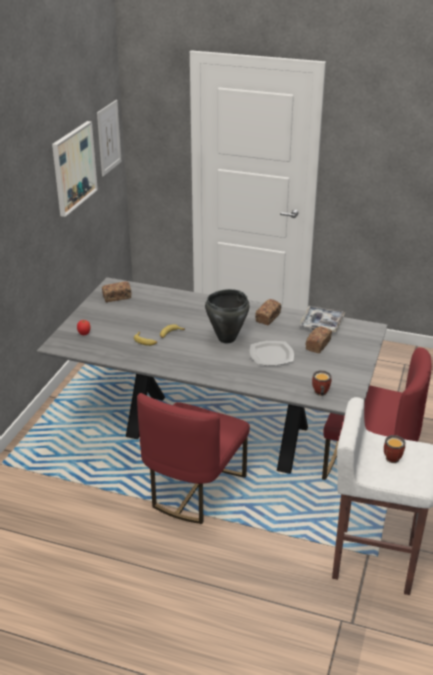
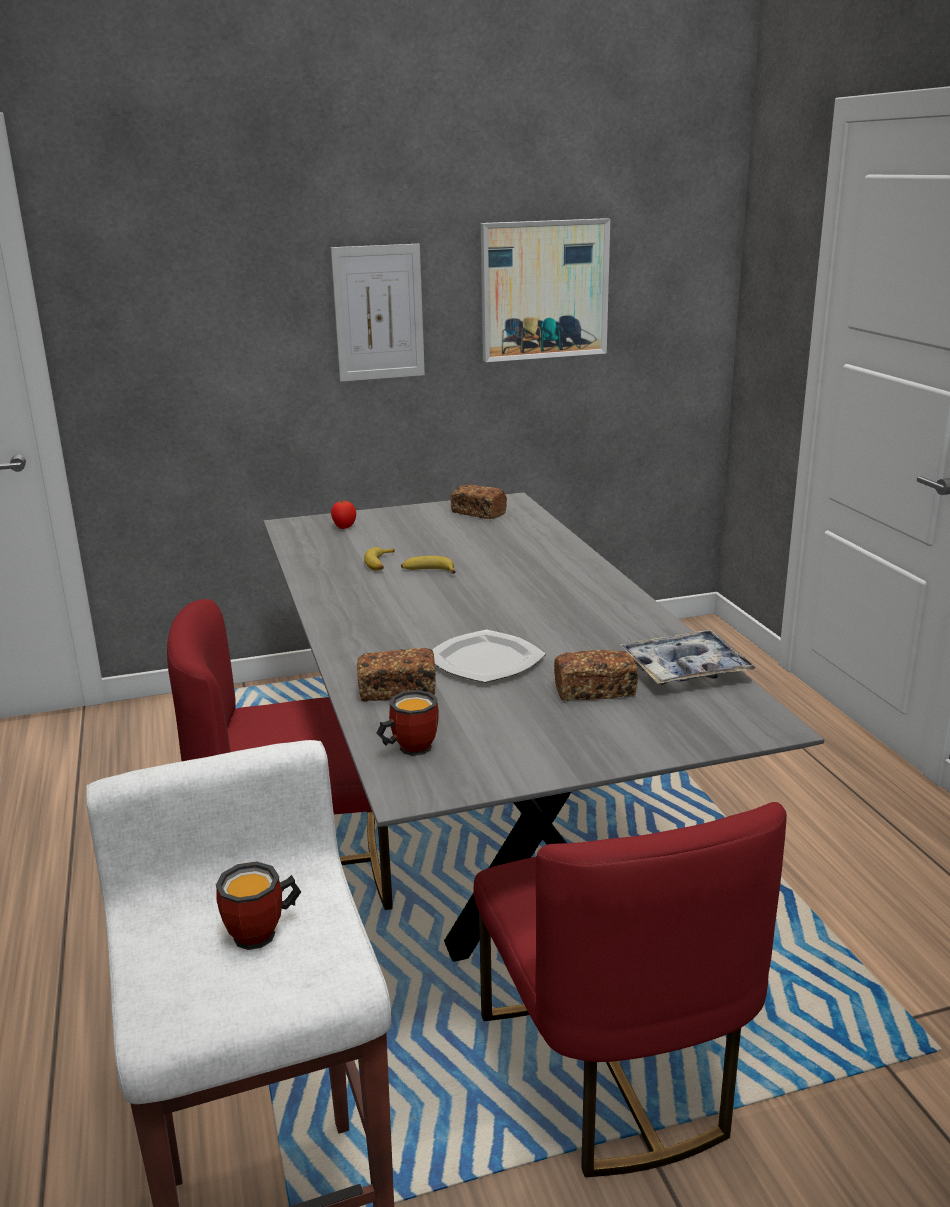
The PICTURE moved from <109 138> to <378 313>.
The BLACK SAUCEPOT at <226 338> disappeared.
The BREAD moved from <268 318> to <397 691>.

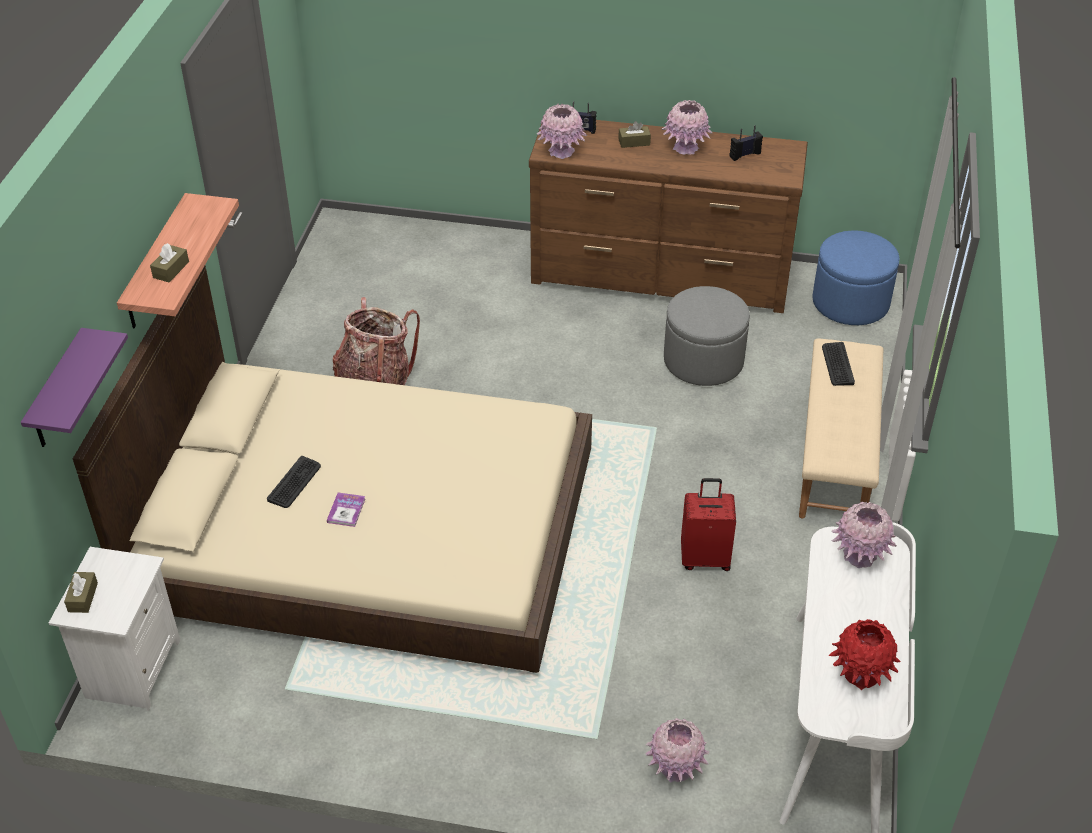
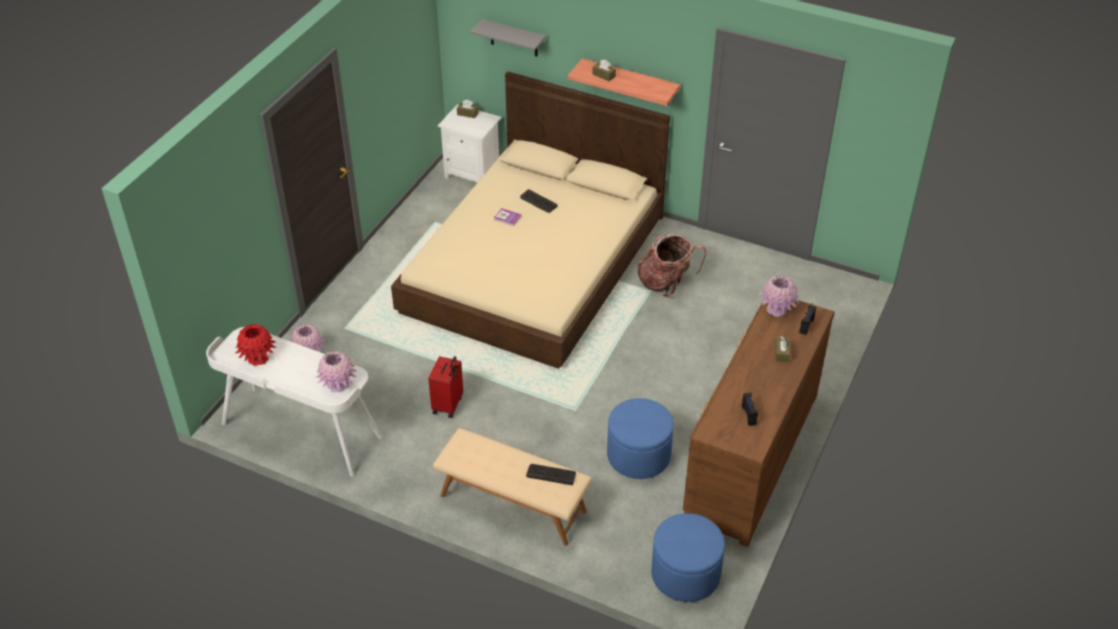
The PINKISH DECORATIVE VASE at <685 148> disappeared.
The GRAY FOOTREST at <703 361> became the BLUE-COLOURED FOOTREST at <638 455>.
The PURPLE BRACKET SHELF at <57 392> became the GRAY BRACKET SHELF at <514 38>.

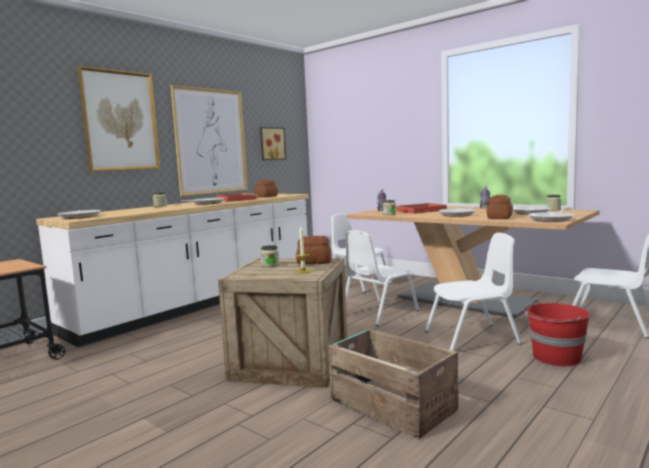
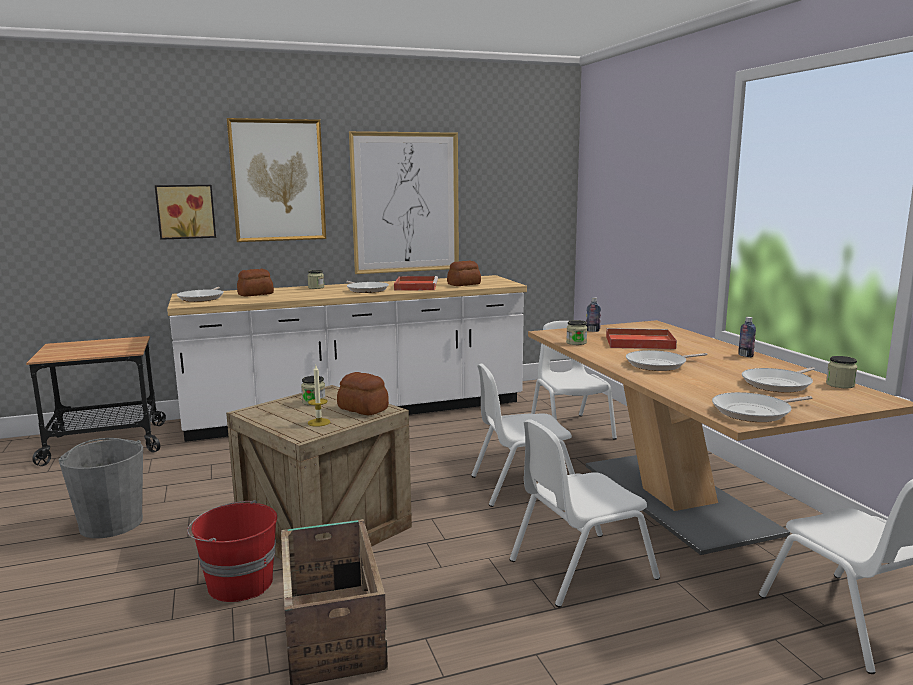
The PICTURE moved from <271 143> to <186 211>.
The BREAD moved from <499 217> to <255 294>.
The WHITE CHAIR at <472 338> turned 135 degrees clockwise.
The REDDISH WATER BUCKET moved from <556 357> to <239 583>.
The GRAY WATER BUCKET at <111 523> appeared.

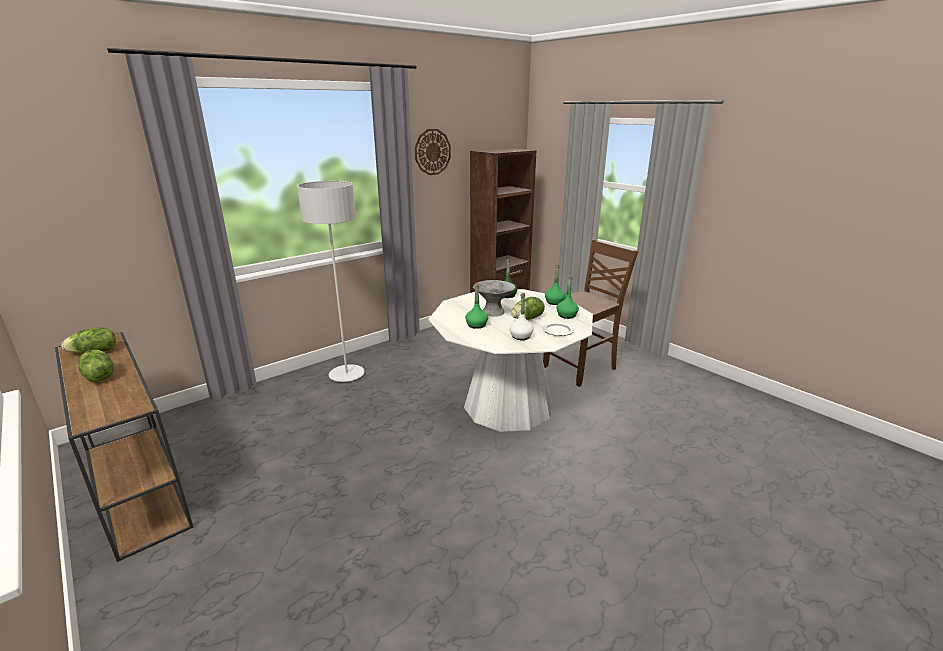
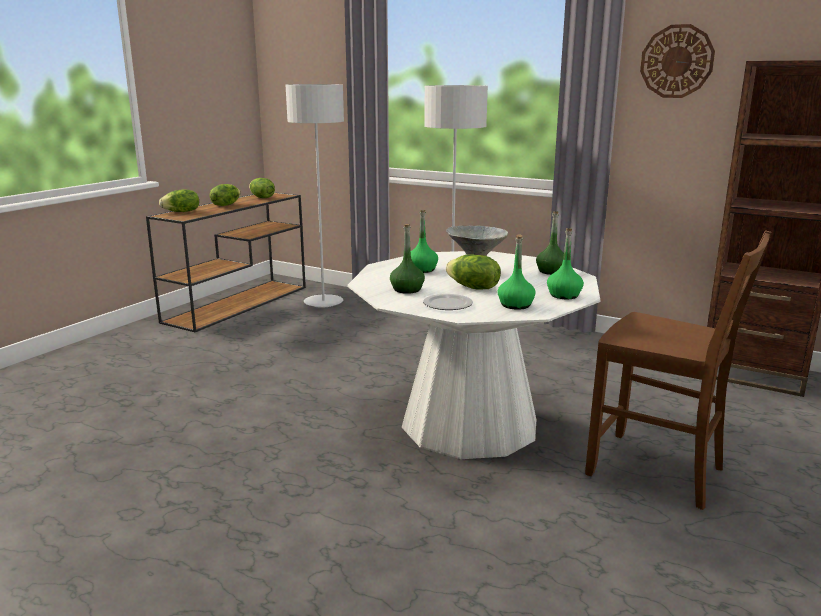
The WHITE BOTTLE at <521 336> became the GREEN BOTTLE at <407 290>.
The GRAY STANDARD LAMP at <323 303> appeared.
The HEAD OF LETTUCE at <182 212> appeared.

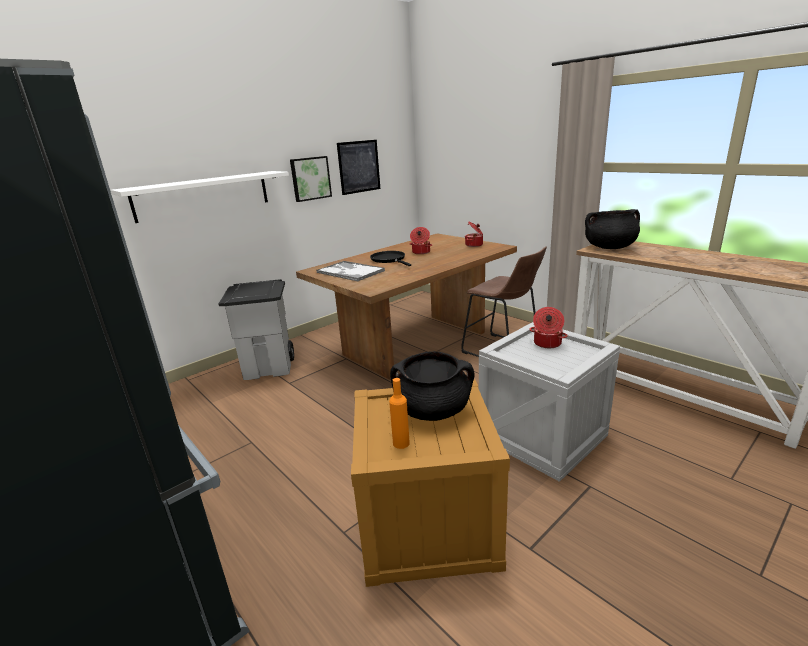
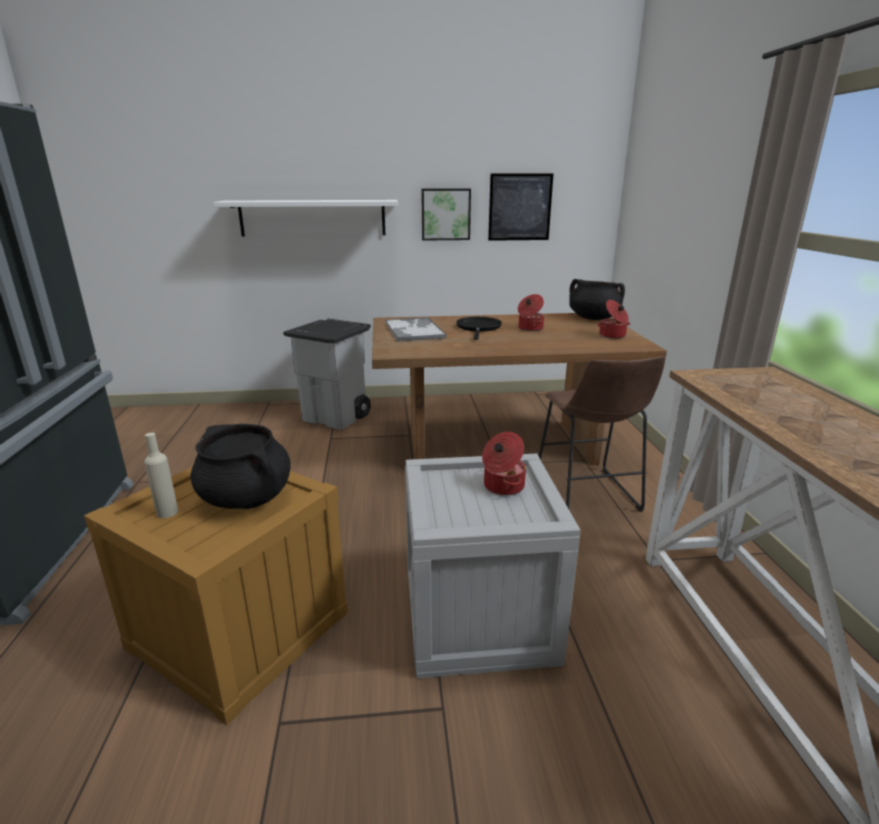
The BLACK SAUCEPOT moved from <609 247> to <593 318>.
The ORANGEY BOTTLE at <401 443> became the BEIGE-COLOURED BOTTLE at <167 512>.

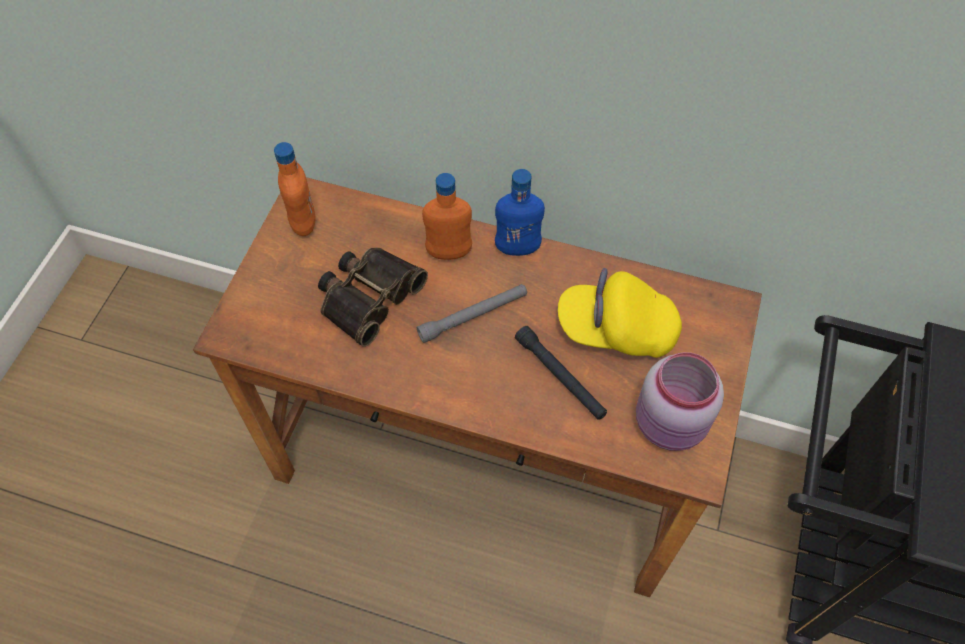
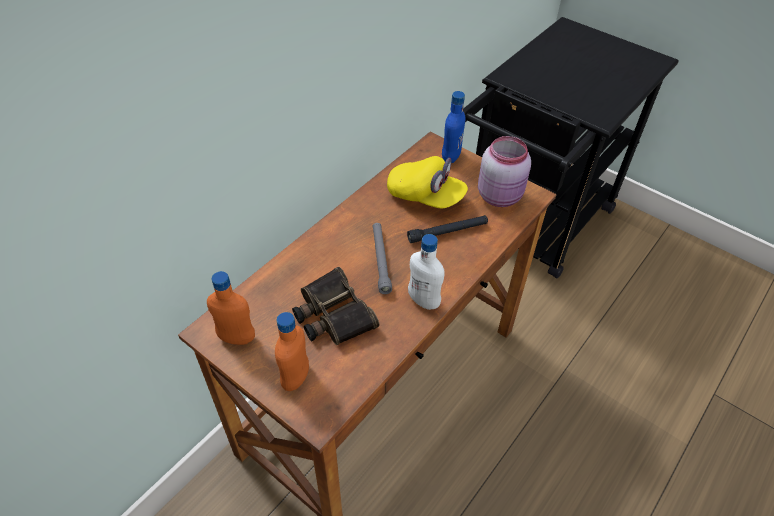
The BLUE-COLOURED BOTTLE moved from <517 248> to <450 157>.
The ORANGEY BOTTLE moved from <449 252> to <295 377>.
The YELLOW BASEBALL CAP at <616 329> turned 90 degrees counterclockwise.
The WHITE BOTTLE at <423 300> appeared.

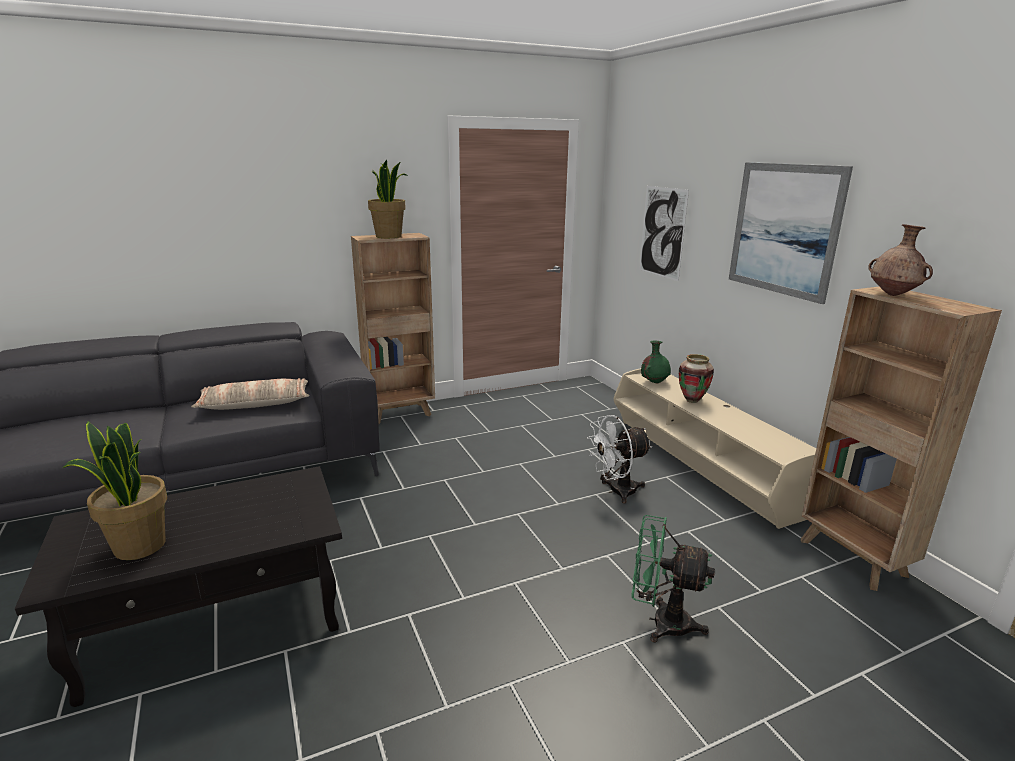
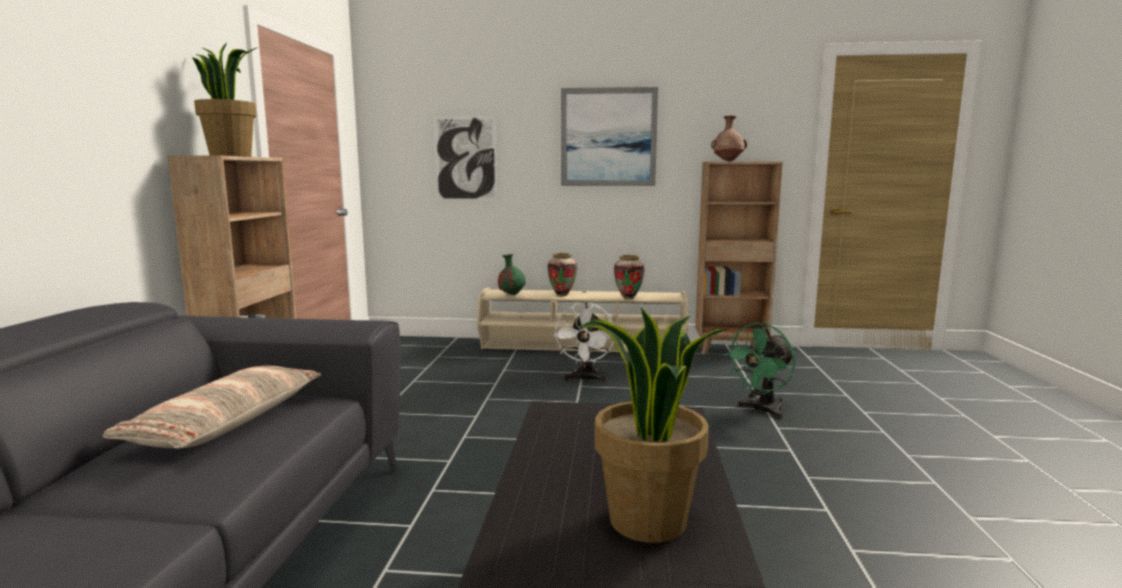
The DECORATIVE VASE at <628 298> appeared.

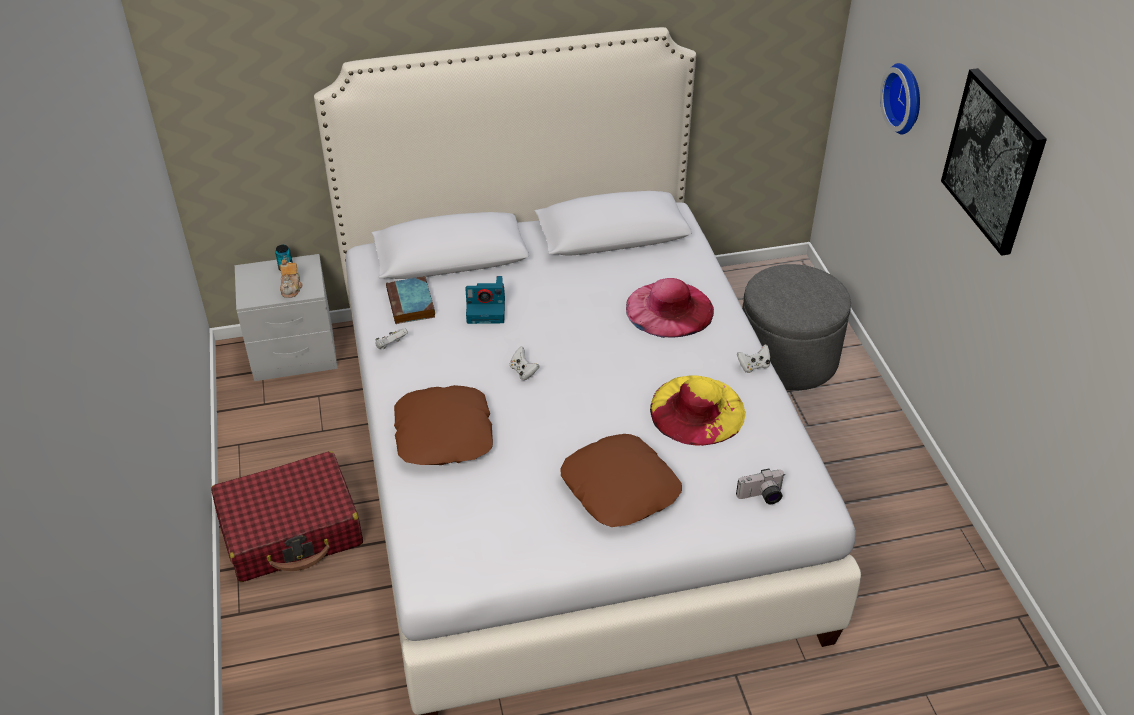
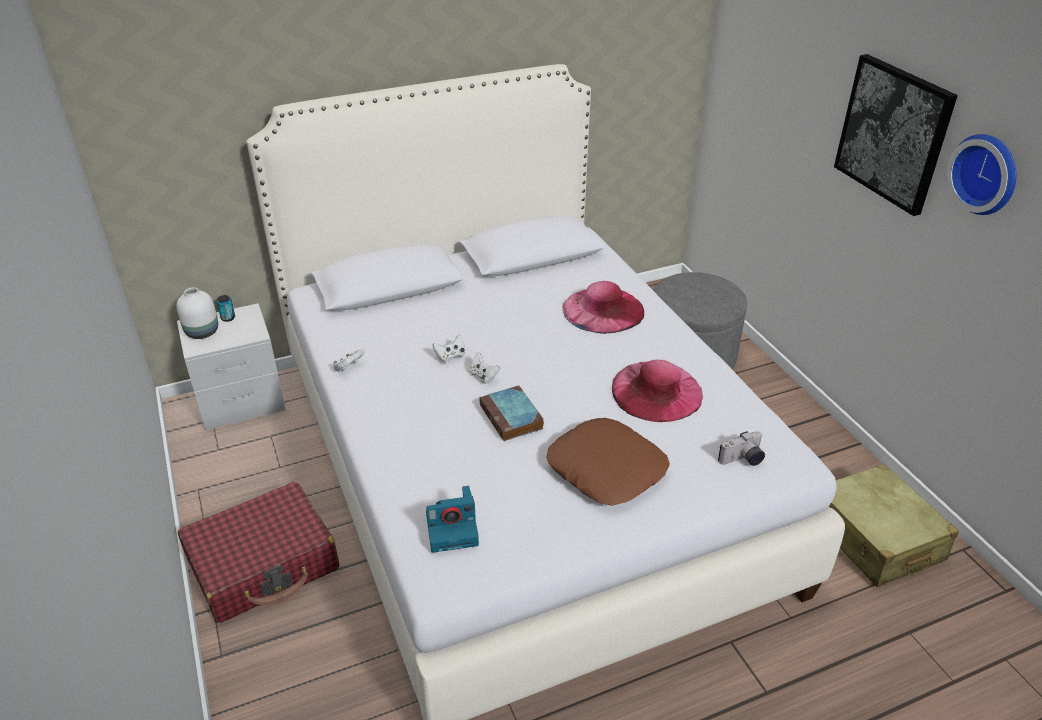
The WALL CLOCK moved from <906 98> to <986 173>.
The TEAPOT at <291 288> disappeared.
The BOOK moved from <411 305> to <512 418>.
The PHOTO CAMERA moved from <487 309> to <453 529>.
The WHITE JOYPAD moved from <753 366> to <450 356>.
The YELLOW CLOTHING HAT at <697 410> became the PINKISH CLOTHING HAT at <656 391>.
The BROWN CUSHION at <444 434> disappeared.
The WHITE DECORATIVE VASE at <202 332> appeared.
The BEIGE-COLOURED SUITCASE at <875 538> appeared.

